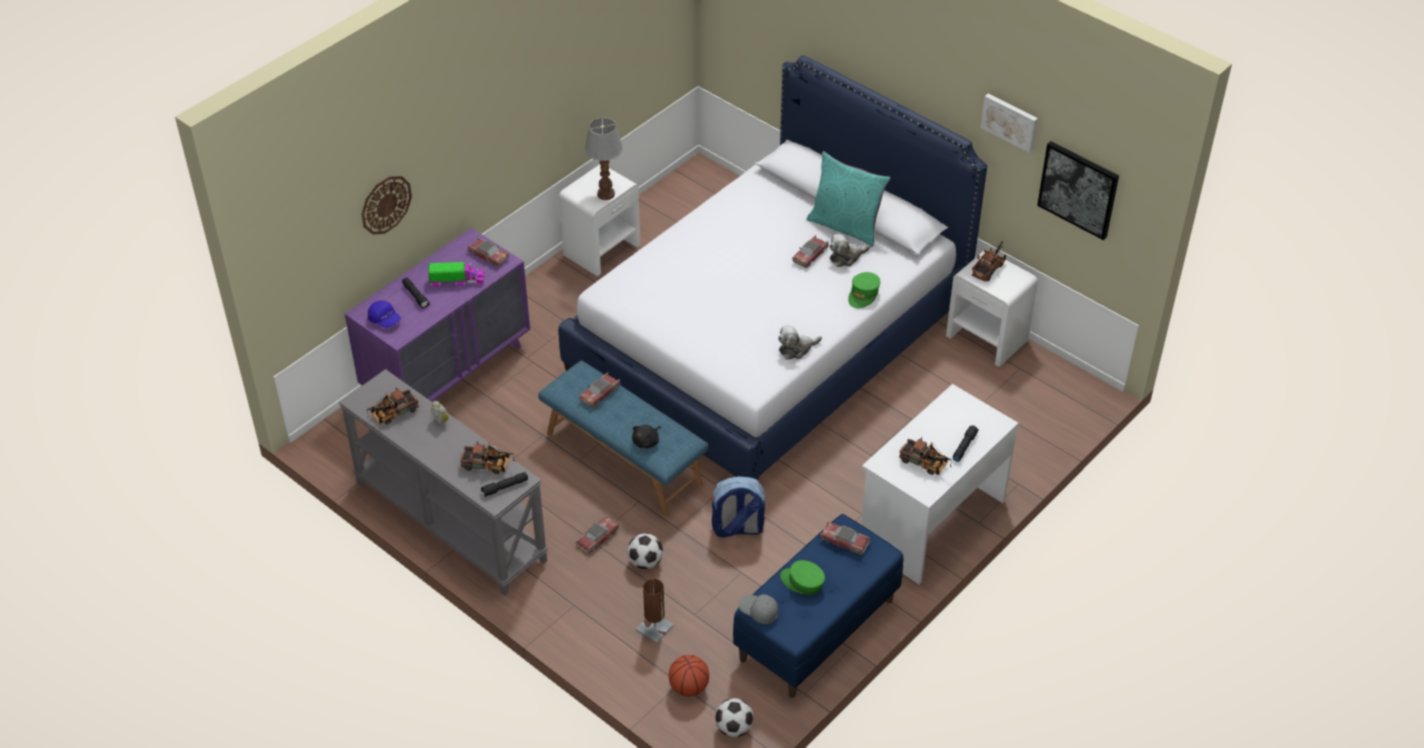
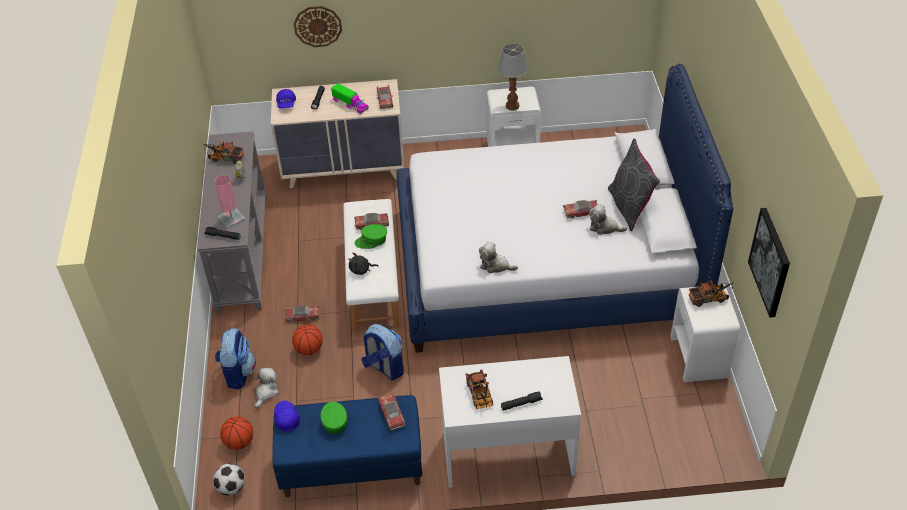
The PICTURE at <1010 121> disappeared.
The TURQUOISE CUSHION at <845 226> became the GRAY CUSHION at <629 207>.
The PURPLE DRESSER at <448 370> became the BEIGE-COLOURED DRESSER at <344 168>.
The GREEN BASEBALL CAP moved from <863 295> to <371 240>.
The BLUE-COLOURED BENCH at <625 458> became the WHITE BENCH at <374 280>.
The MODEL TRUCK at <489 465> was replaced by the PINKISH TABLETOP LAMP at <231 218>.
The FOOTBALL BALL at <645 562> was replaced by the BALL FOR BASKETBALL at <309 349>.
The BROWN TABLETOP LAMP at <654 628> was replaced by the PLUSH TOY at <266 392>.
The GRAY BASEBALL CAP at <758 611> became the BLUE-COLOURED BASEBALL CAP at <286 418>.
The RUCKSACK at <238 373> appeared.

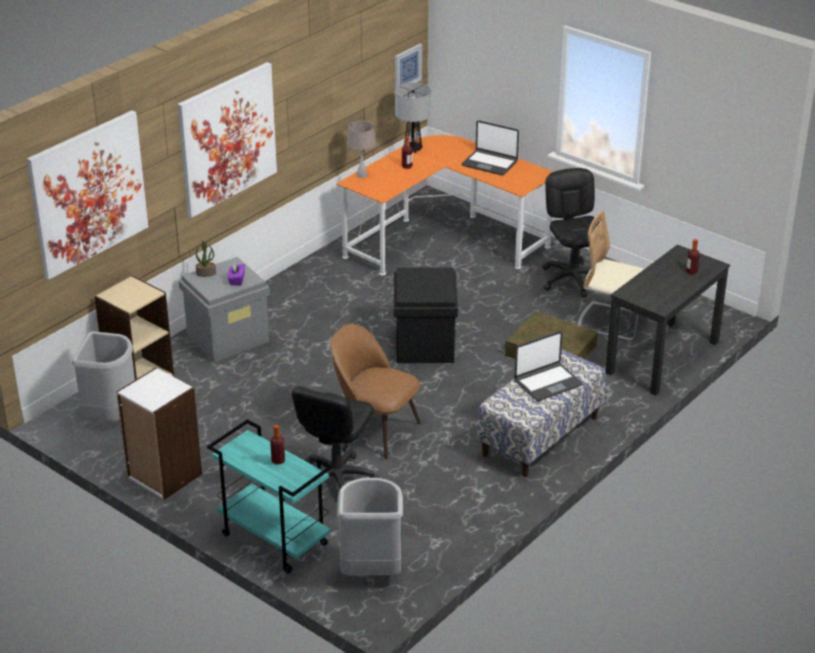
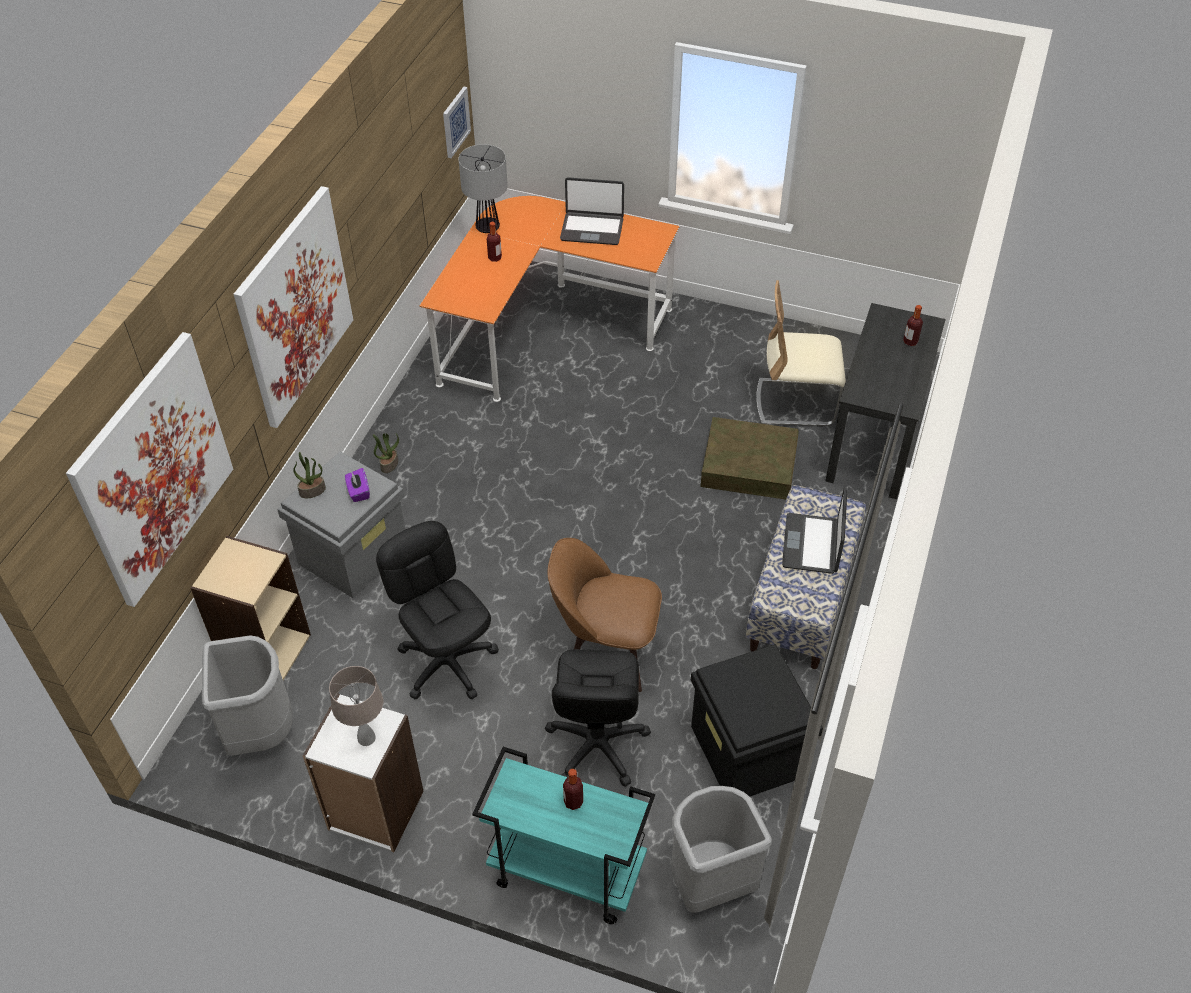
The BEIGE-COLOURED TABLETOP LAMP moved from <362 175> to <367 738>.
The BLACK DESK CHAIR moved from <572 279> to <447 662>.
The BLACK STORAGE BOX moved from <425 345> to <748 752>.
The PORTABLE COMPUTER at <547 382> turned 150 degrees clockwise.
The POTTED PLANT at <389 464> appeared.

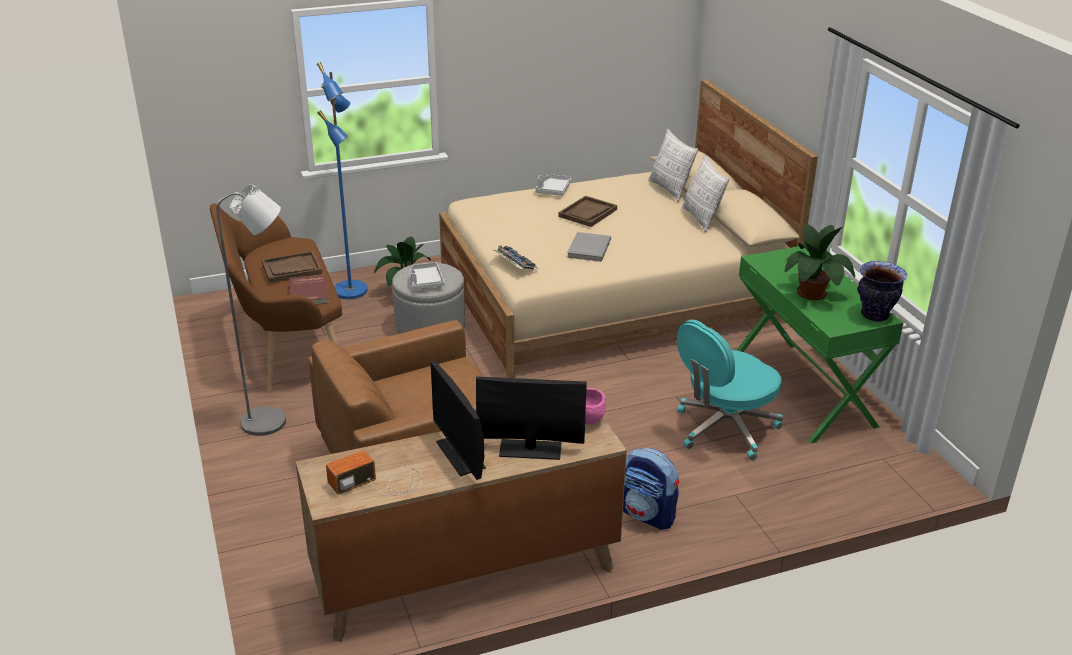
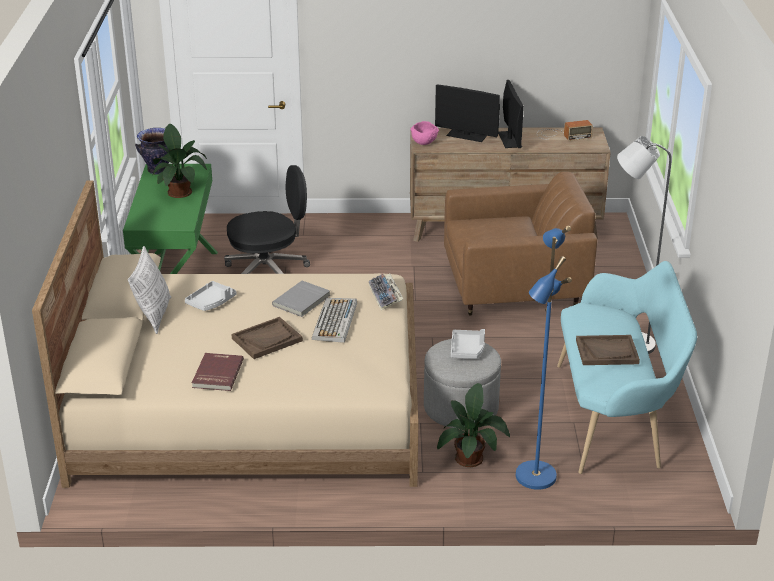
The CUSHION at <670 190> disappeared.
The GRAY CARRYING TRAY moved from <553 190> to <211 302>.
The BROWN BENCH at <285 345> became the TURQUOISE BENCH at <615 417>.
The REDDISH BOOK moved from <309 292> to <217 374>.
The TURQUOISE DESK CHAIR at <724 429> became the BLACK DESK CHAIR at <268 271>.
The RUCKSACK at <648 515> disappeared.
The PC KEYBOARD at <335 321> appeared.

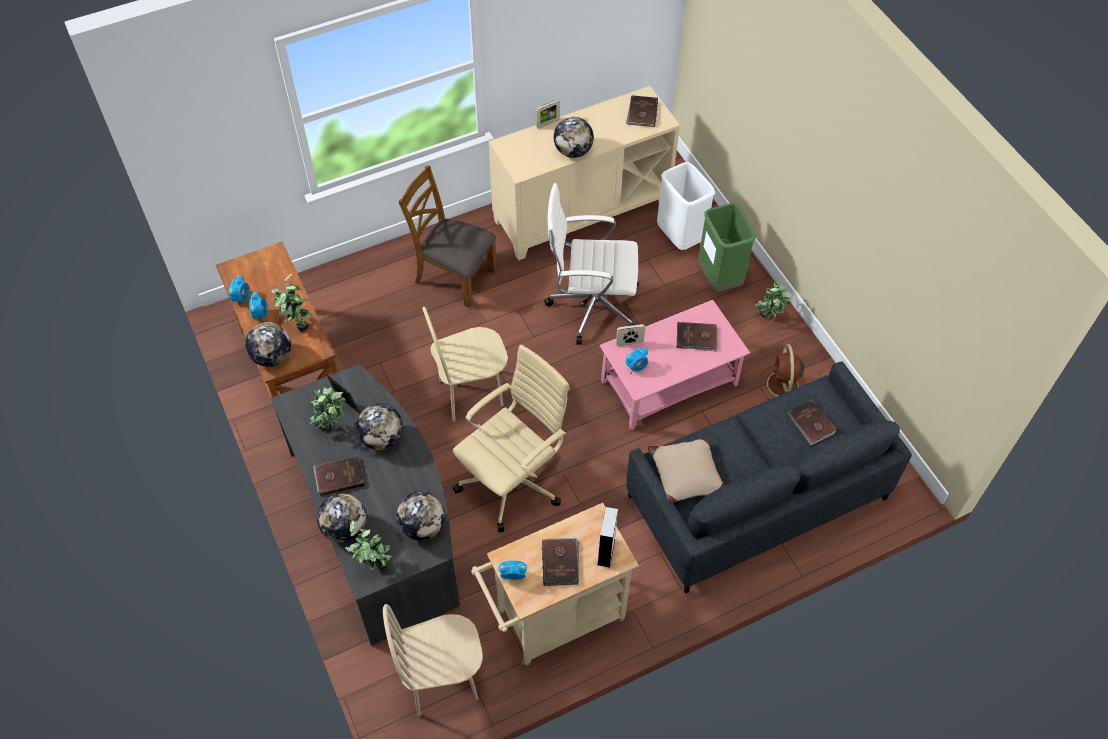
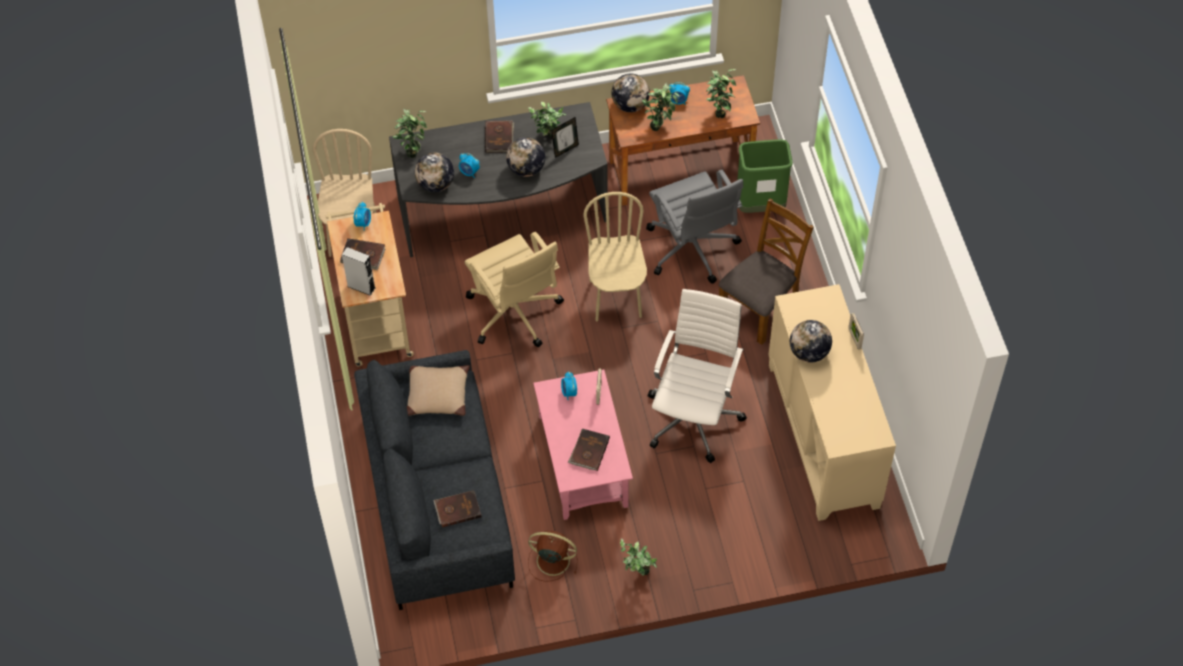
The BROWN BOOK at <642 113> disappeared.
The WHITE TRASH CAN at <679 238> disappeared.
The GREEN TRASH CAN moved from <719 278> to <760 206>.
The BEDSIDE CLOCK moved from <242 298> to <469 172>.
The WORLD GLOBE at <345 528> disappeared.
The POTTED PLANT at <719 111> appeared.
The GRAY DESK CHAIR at <692 250> appeared.

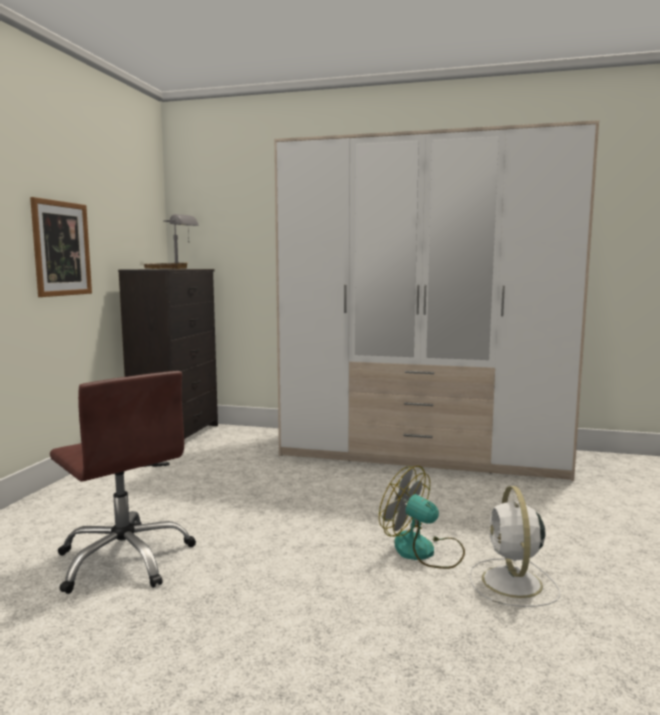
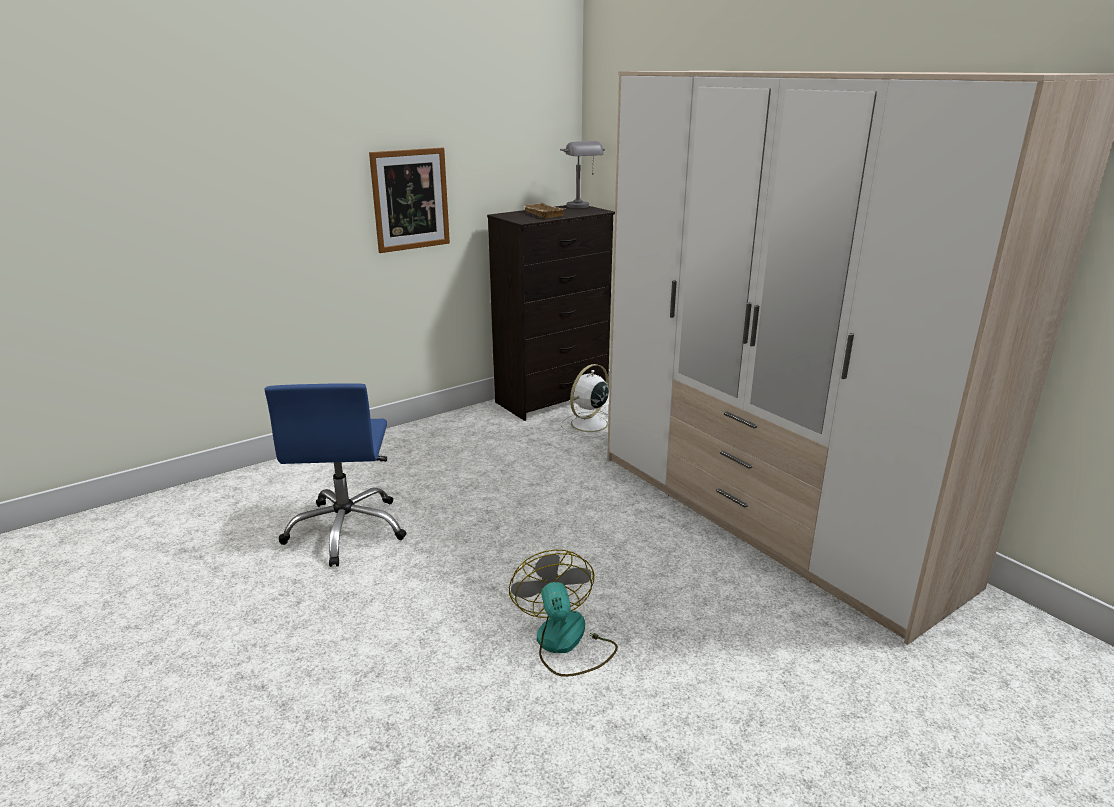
The BROWN DESK CHAIR at <125 559> became the BLUE-COLOURED DESK CHAIR at <347 530>.
The WHITE ELECTRIC FAN moved from <512 583> to <588 424>.

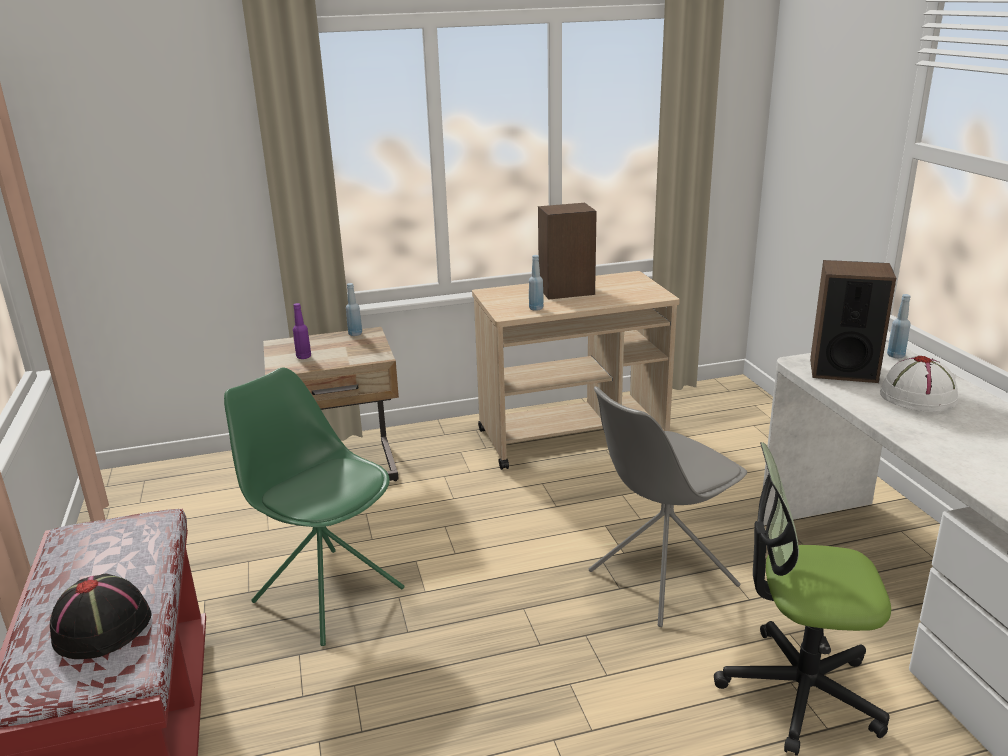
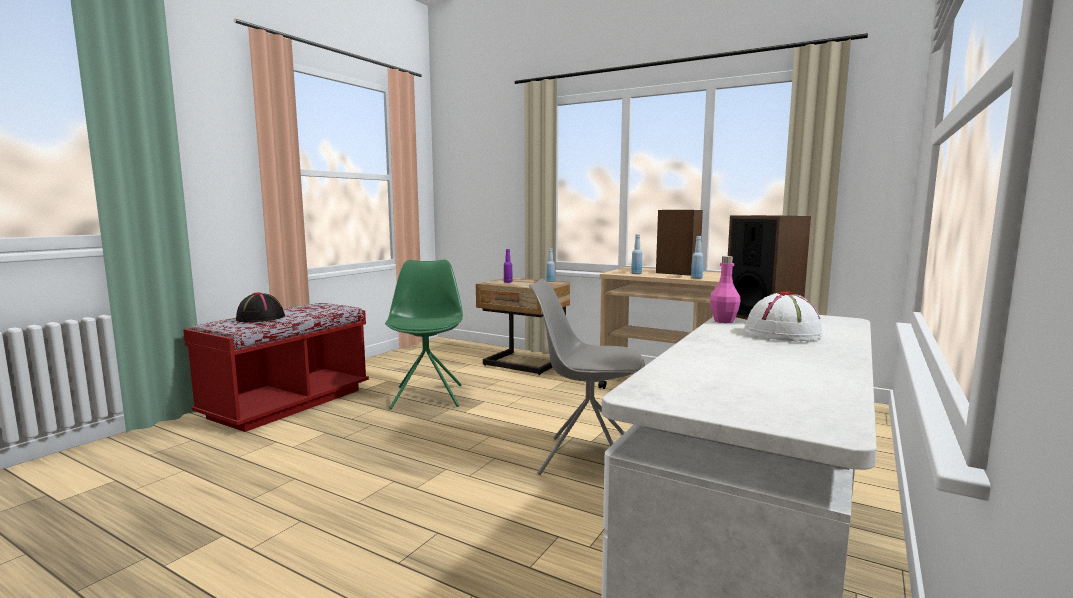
The BLUE-COLOURED BOTTLE moved from <896 355> to <696 278>.
The DESK CHAIR at <799 690> disappeared.
The PINKISH BOTTLE at <723 321> appeared.

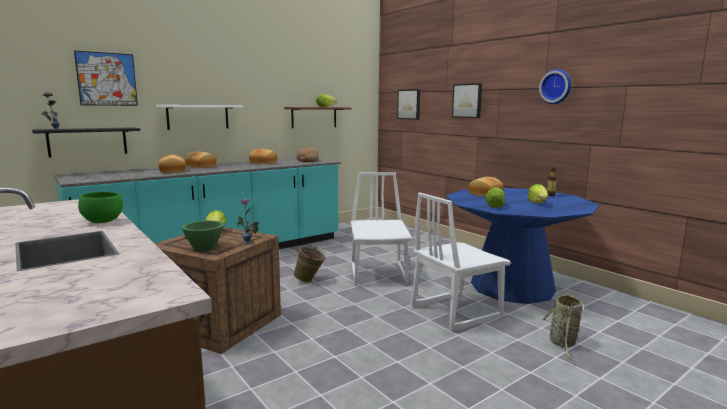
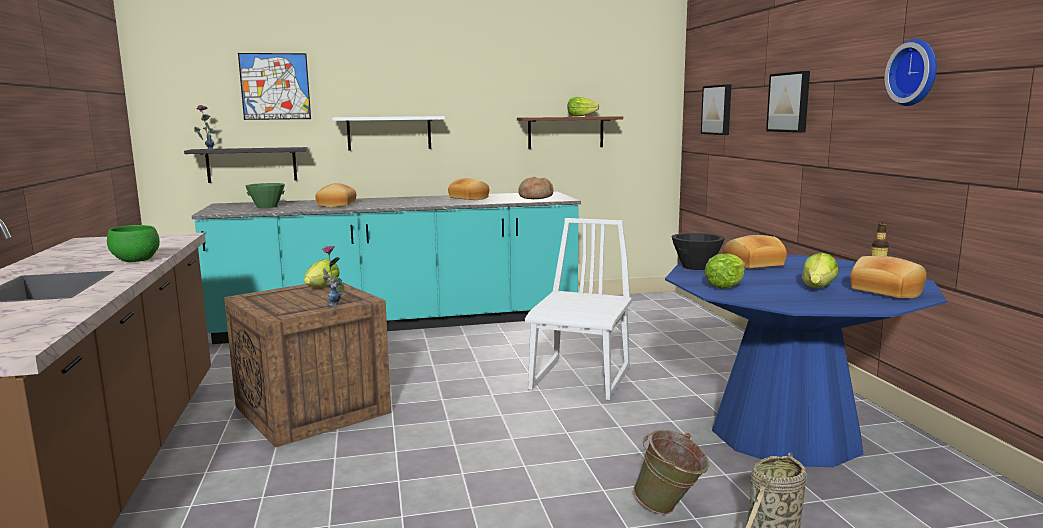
The BREAD moved from <200 166> to <885 292>.
The WHITE CHAIR at <455 311> disappeared.
The GREEN DEEP DISH moved from <204 248> to <267 206>.
The GREEN WATER BUCKET moved from <310 281> to <670 509>.
The BLACK DEEP DISH at <697 267> appeared.

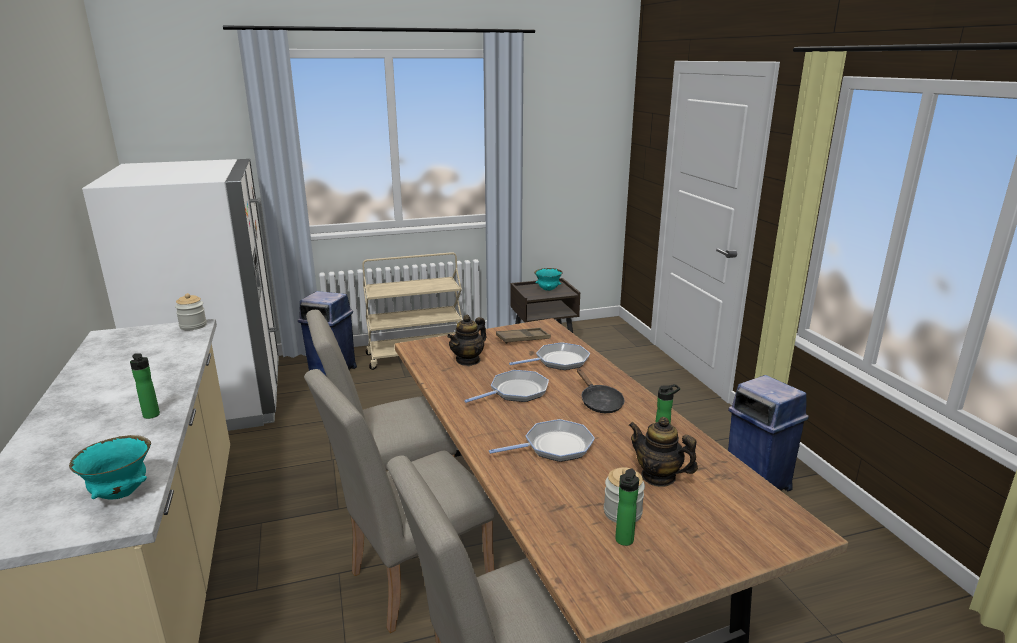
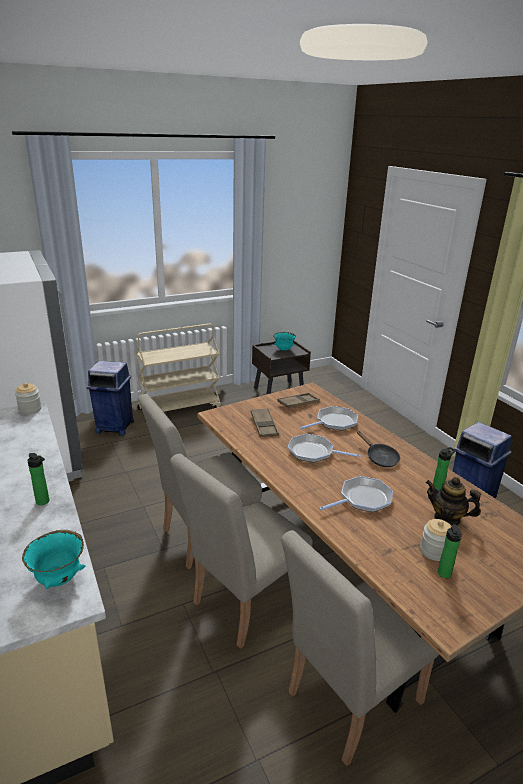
The TEAPOT at <468 360> was replaced by the BROWN CARRYING TRAY at <264 425>.
The SKILLET at <516 392> turned 120 degrees counterclockwise.

